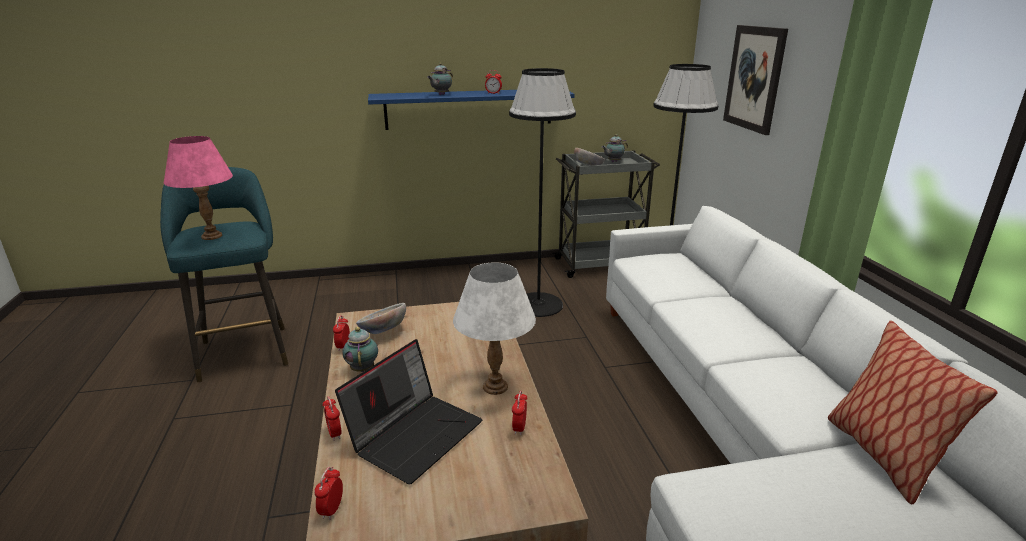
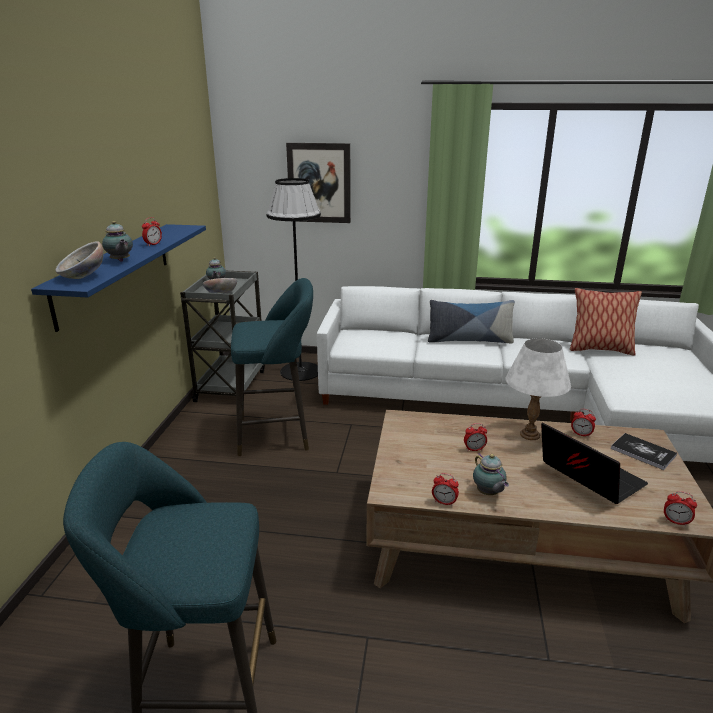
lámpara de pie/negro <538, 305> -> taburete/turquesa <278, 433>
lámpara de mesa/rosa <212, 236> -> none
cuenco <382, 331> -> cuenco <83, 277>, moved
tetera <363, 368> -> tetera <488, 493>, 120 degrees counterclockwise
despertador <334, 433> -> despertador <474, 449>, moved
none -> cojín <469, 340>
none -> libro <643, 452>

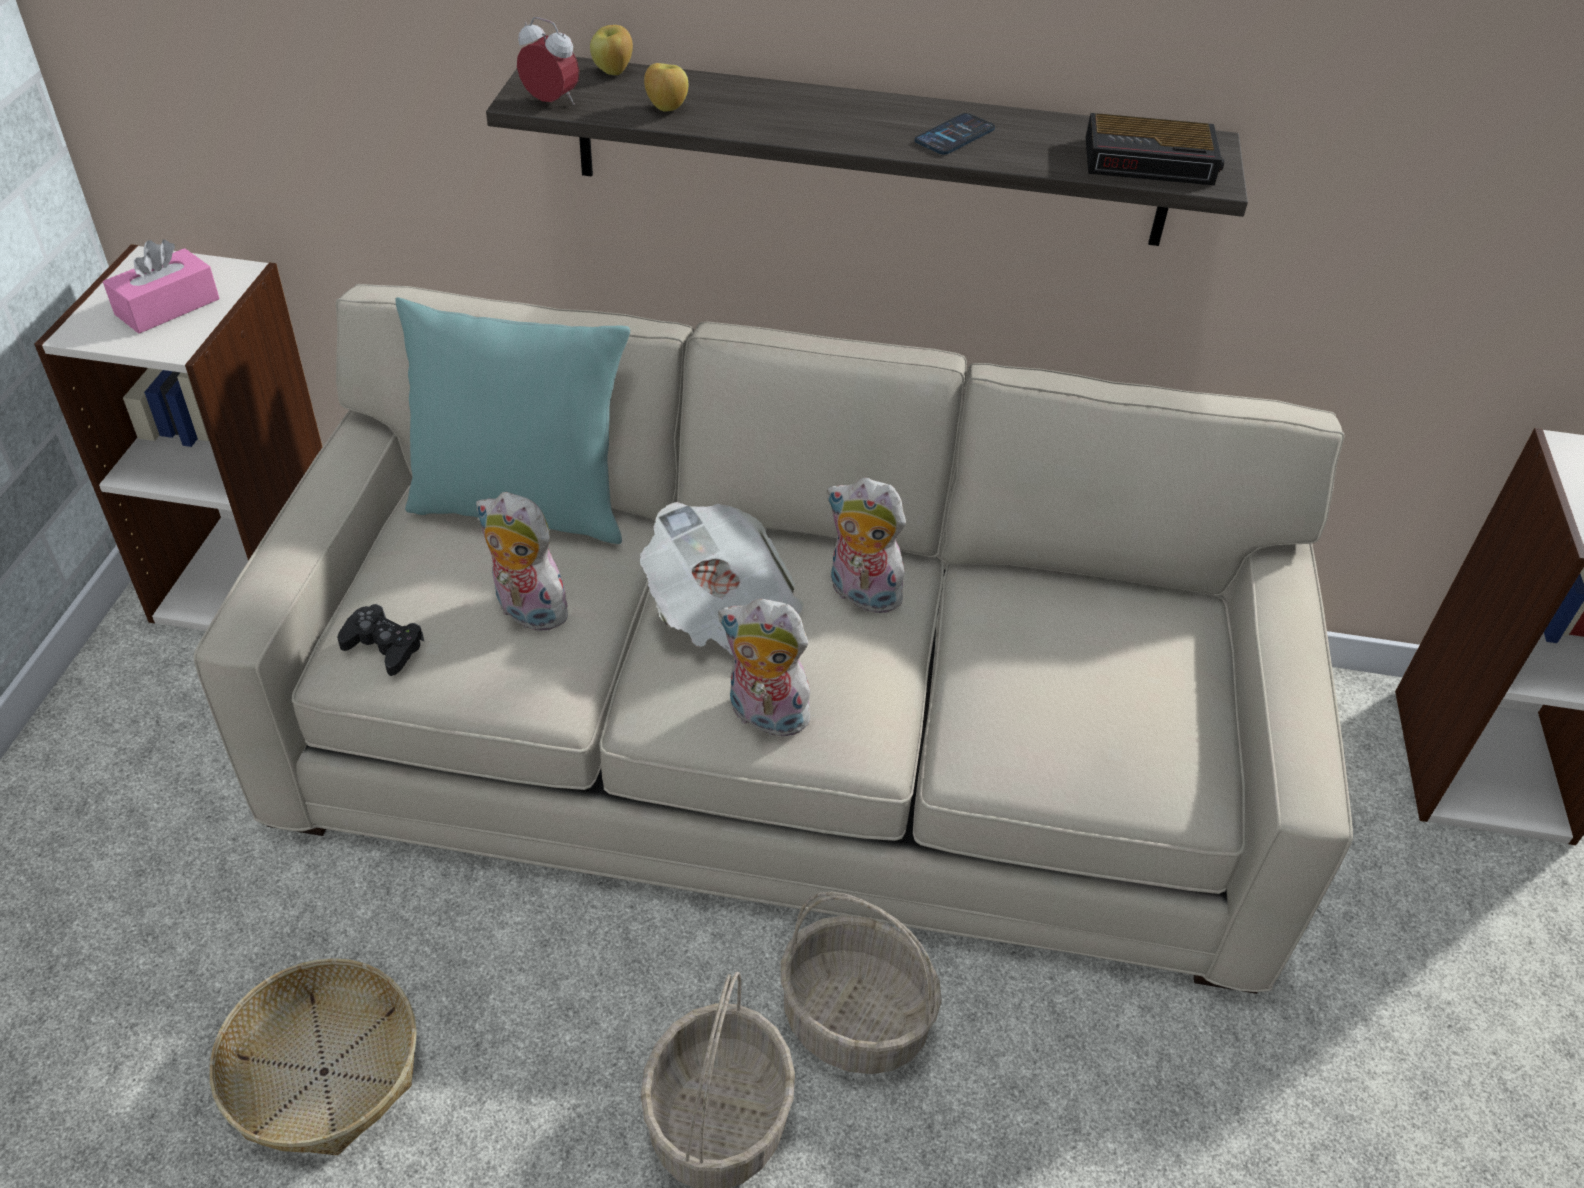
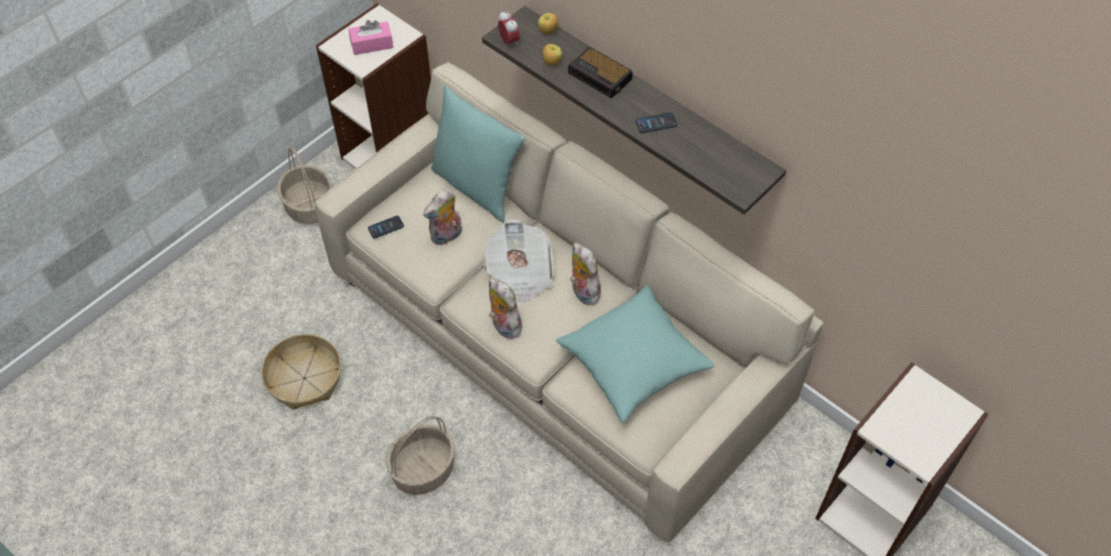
despertador <1152, 161> -> despertador <601, 77>, moved
peluche <526, 611> -> peluche <446, 236>, 105 degrees counterclockwise
mando de consola/negro <383, 646> -> móvil <386, 227>
cesta <852, 1020> -> cesta <309, 206>, moved
none -> cojín/turquesa <633, 363>

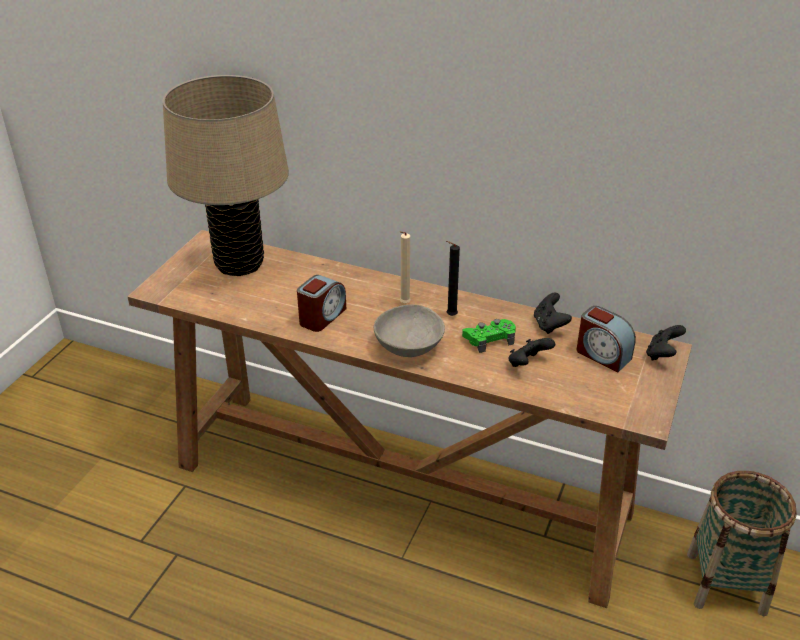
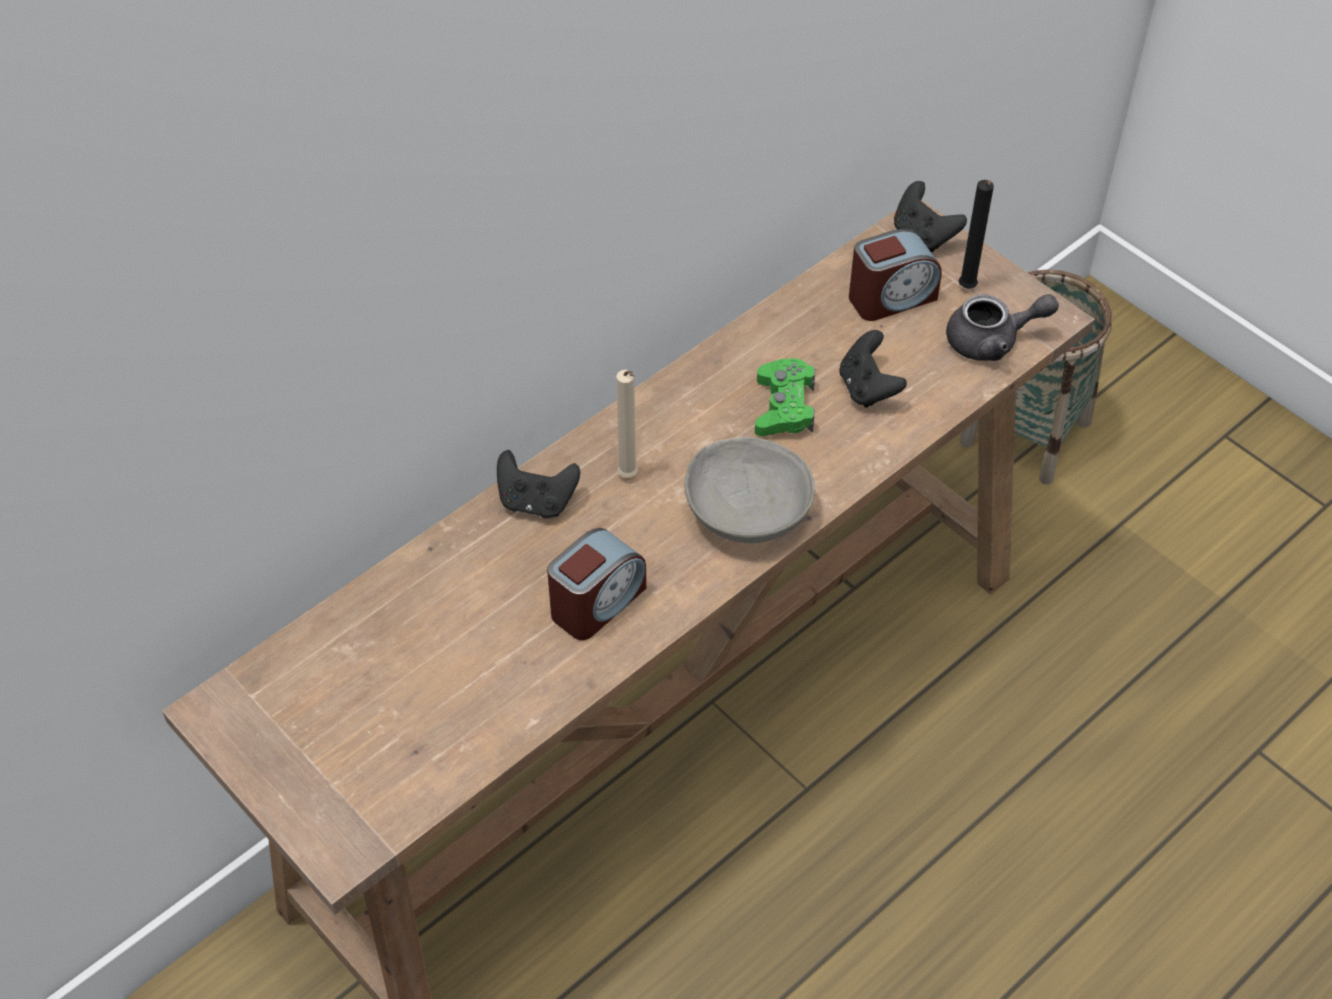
lámpara de mesa/beis <239, 264> -> none
vela/negro <450, 316> -> vela/negro <967, 290>, moved
despertador <322, 317> -> despertador <597, 602>, 75 degrees clockwise
mando de consola/negro <549, 325> -> mando de consola/negro <536, 501>, moved
none -> tetera/gris <992, 341>

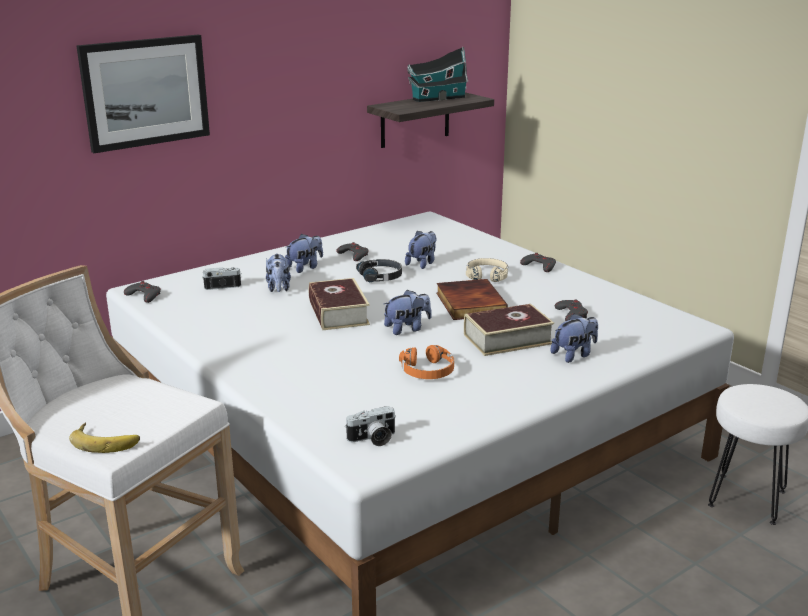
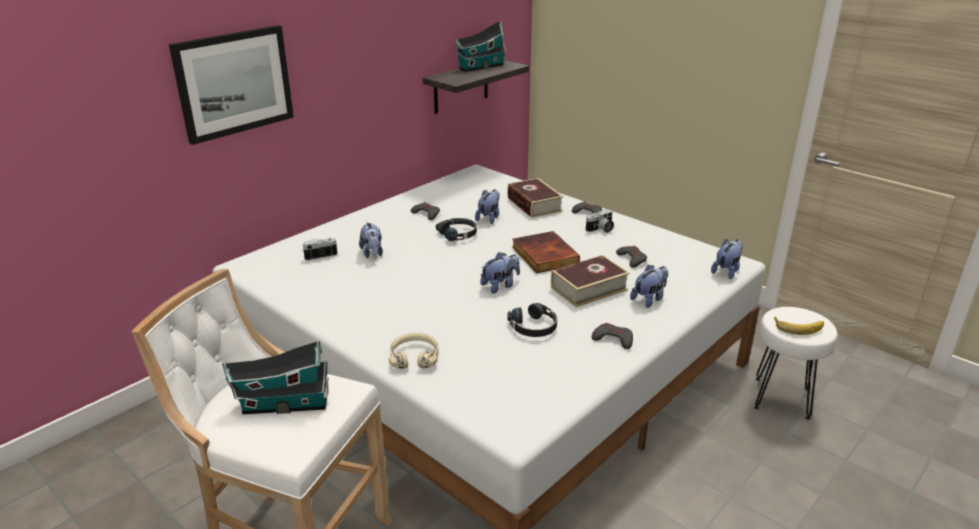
peluche <305, 267> -> peluche <726, 271>, moved
auriculares/beis <487, 275> -> auriculares/beis <414, 357>, moved
libro <338, 313> -> libro <534, 204>, moved
mando de consola/gris <144, 295> -> mando de consola/gris <613, 339>, moved
auriculares/naranja <428, 371> -> auriculares/negro <534, 327>
cámara <373, 439> -> cámara <600, 229>, moved
plátano <106, 440> -> plátano <798, 326>, moved
none -> casita <282, 405>

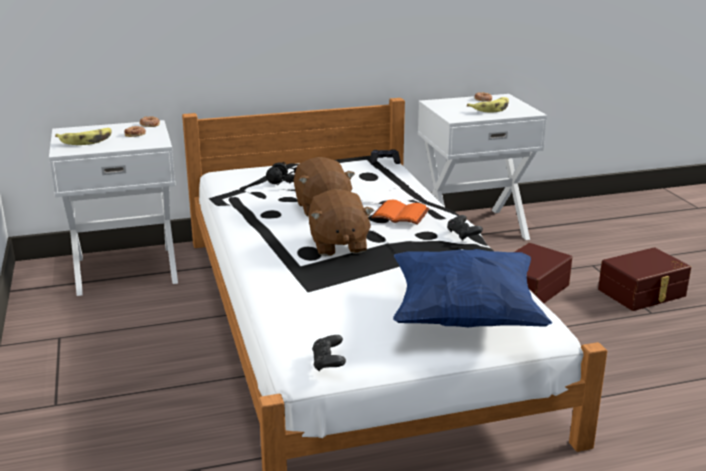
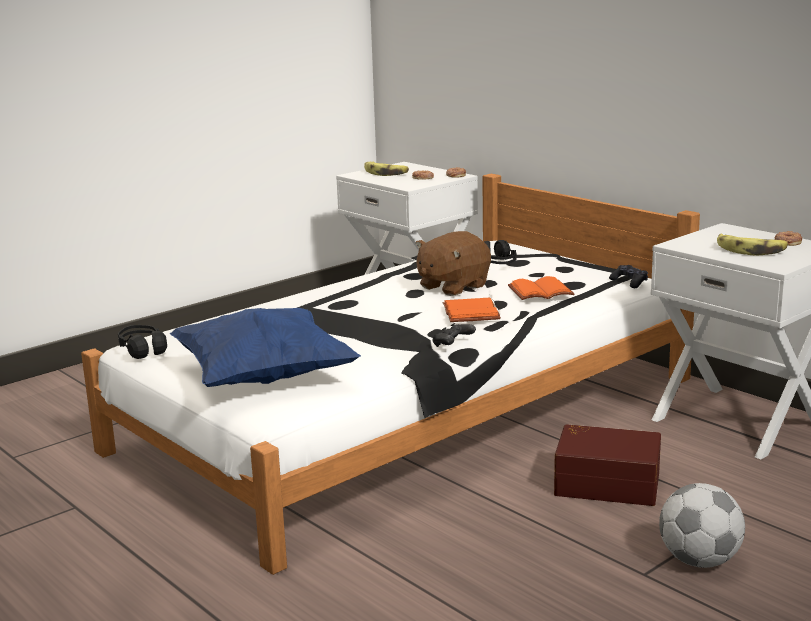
peluche/marrón <338, 245> -> none
caja de almacenaje/marrón <643, 293> -> balón de fútbol <700, 561>
mando de consola/negro <328, 362> -> auriculares/negro <142, 350>
none -> libro/naranja <540, 292>

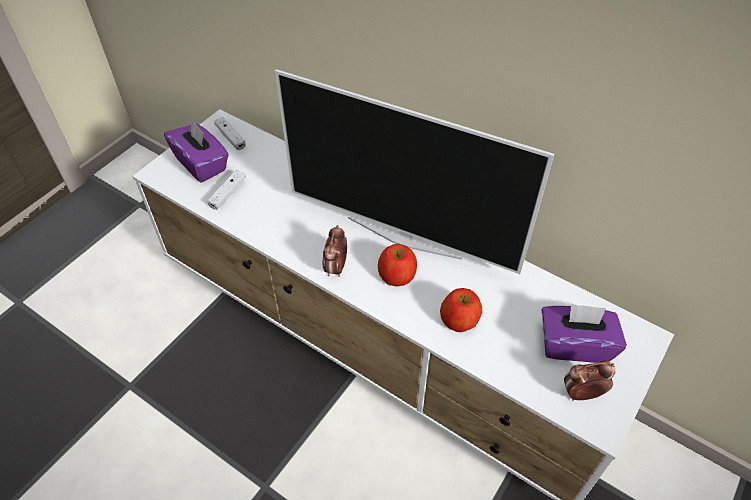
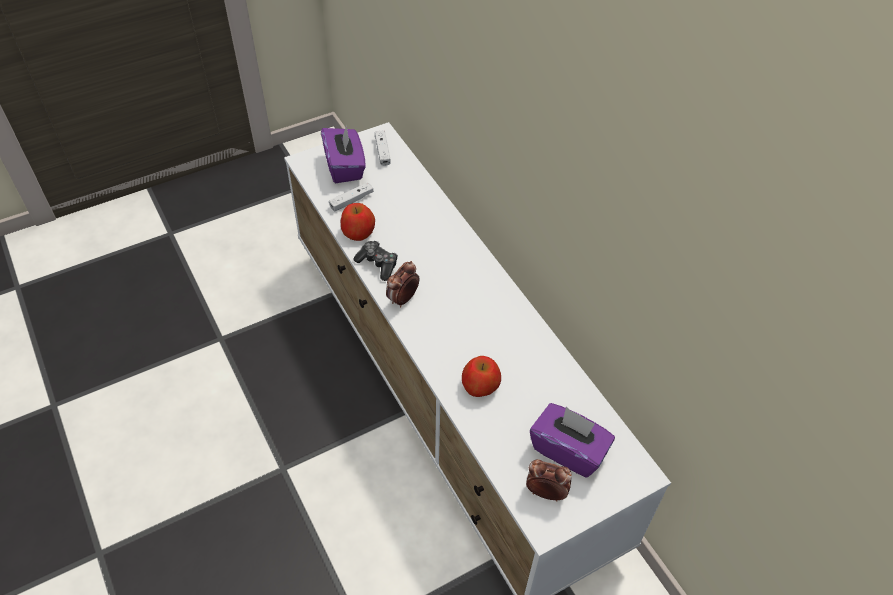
televisor <404, 236> -> none
manzana <397, 275> -> manzana <358, 231>, moved
none -> mando de consola <378, 264>

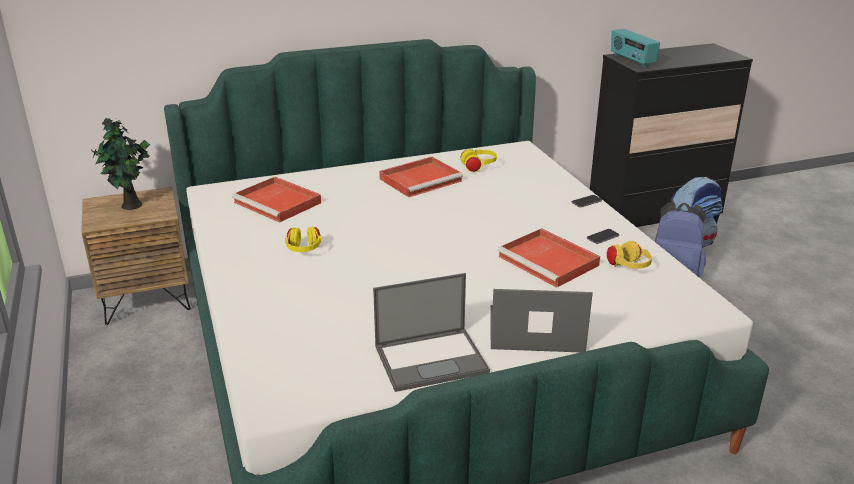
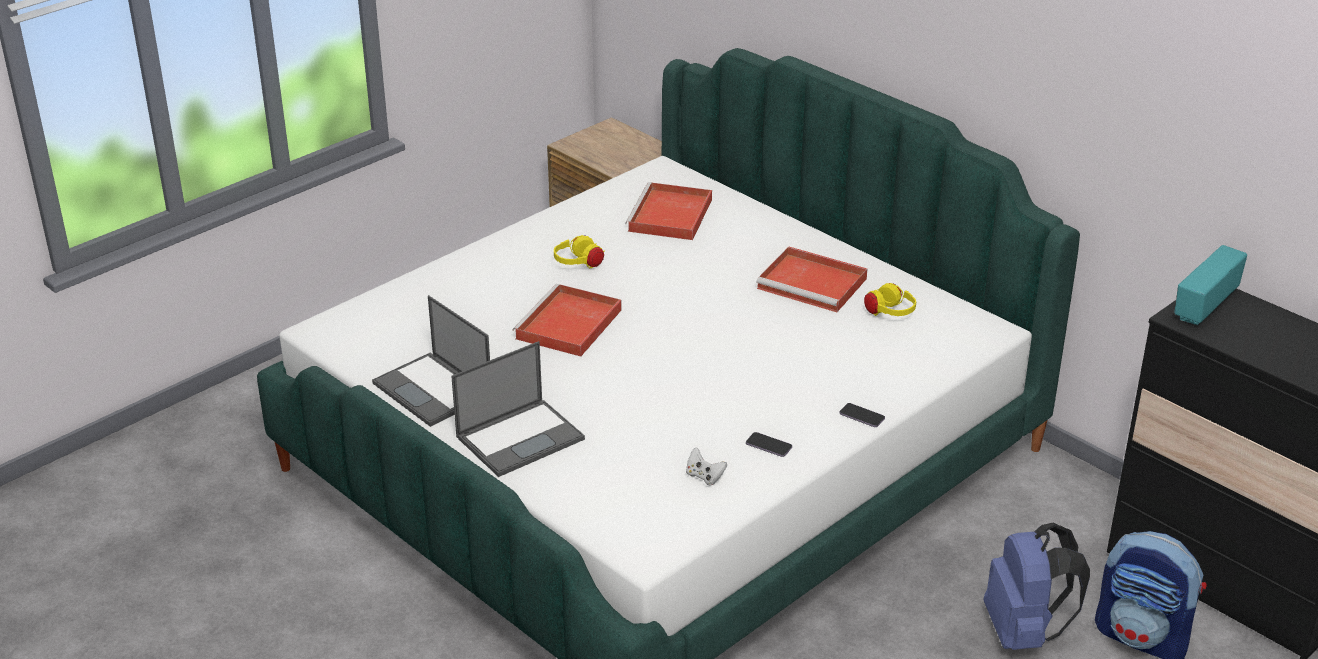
planta en maceta <131, 206> -> none
bandeja/rojo <550, 261> -> bandeja/rojo <568, 325>, moved
auriculares/amarillo <628, 267> -> mando de consola/blanco <704, 477>
portátil <534, 330> -> portátil <521, 437>, 75 degrees clockwise

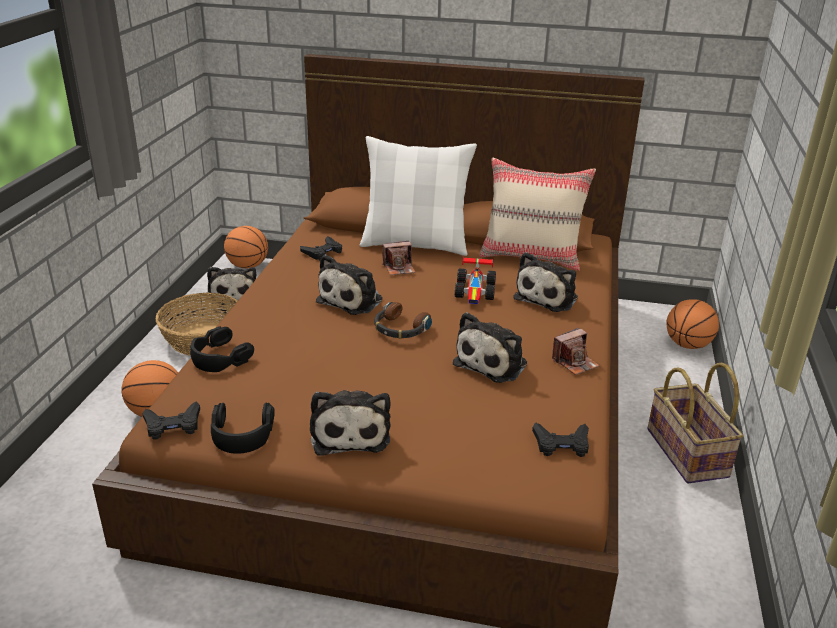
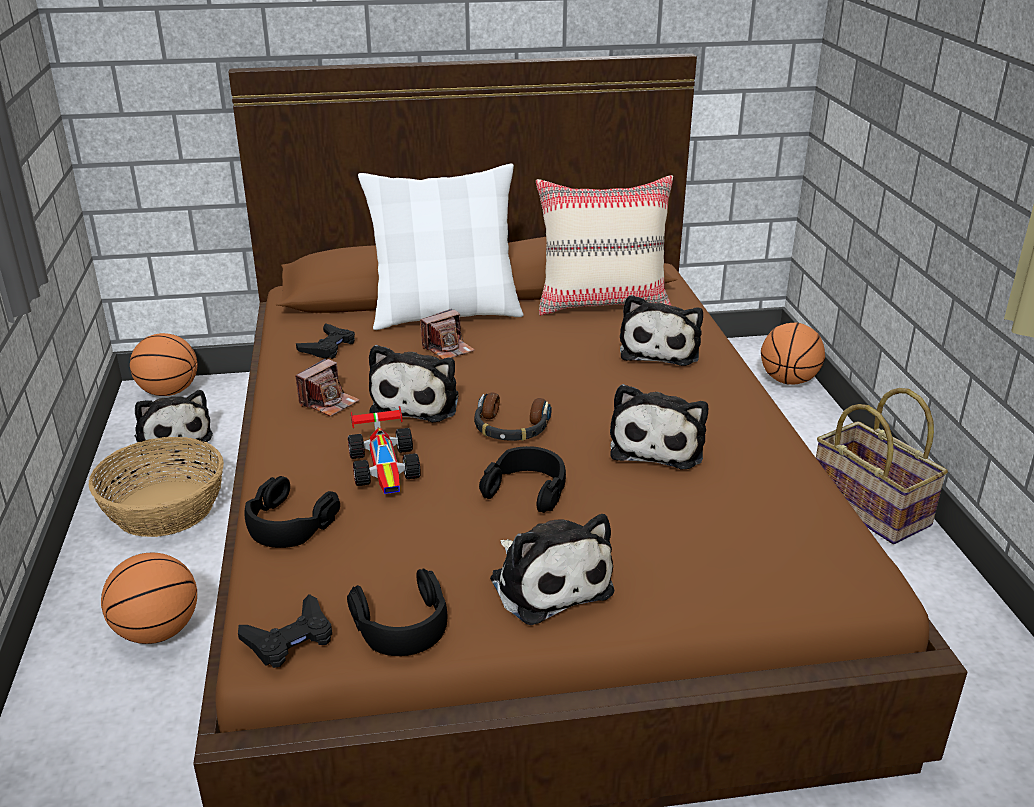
coche de juguete <476, 290> -> coche de juguete <386, 466>, moved
cámara <575, 362> -> cámara <329, 402>, moved
mando de consola/negro <561, 444> -> none
none -> auriculares/negro <527, 489>

